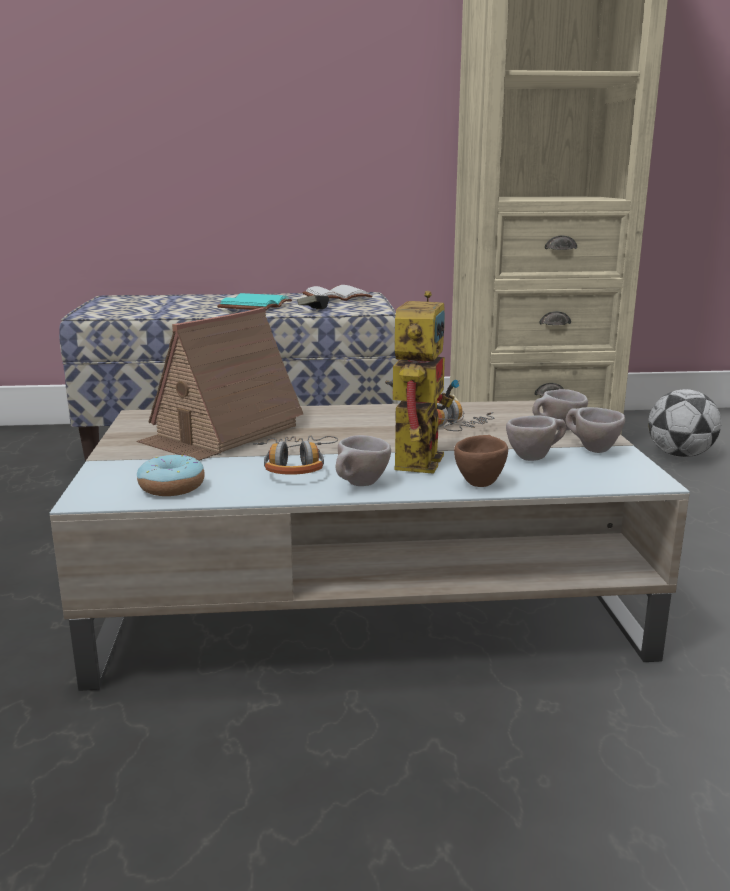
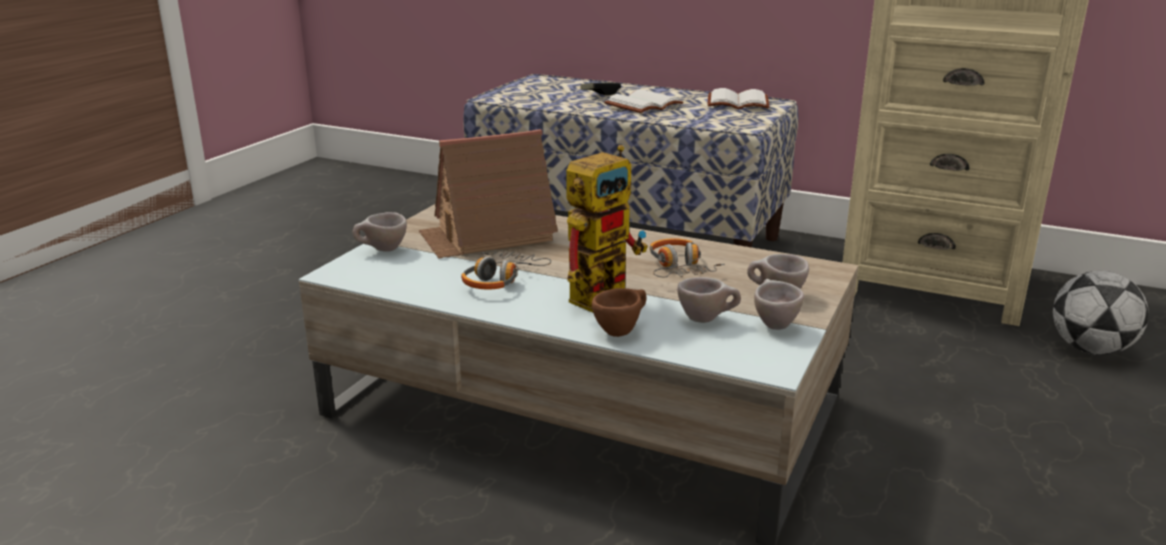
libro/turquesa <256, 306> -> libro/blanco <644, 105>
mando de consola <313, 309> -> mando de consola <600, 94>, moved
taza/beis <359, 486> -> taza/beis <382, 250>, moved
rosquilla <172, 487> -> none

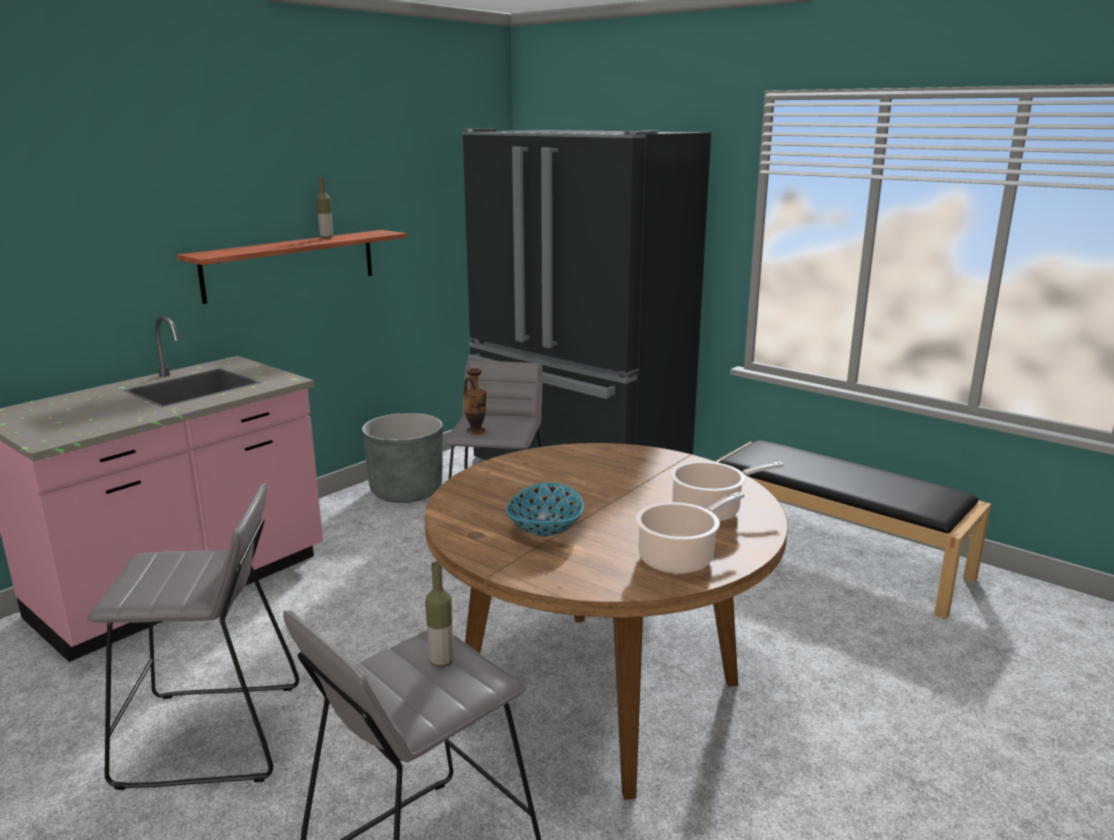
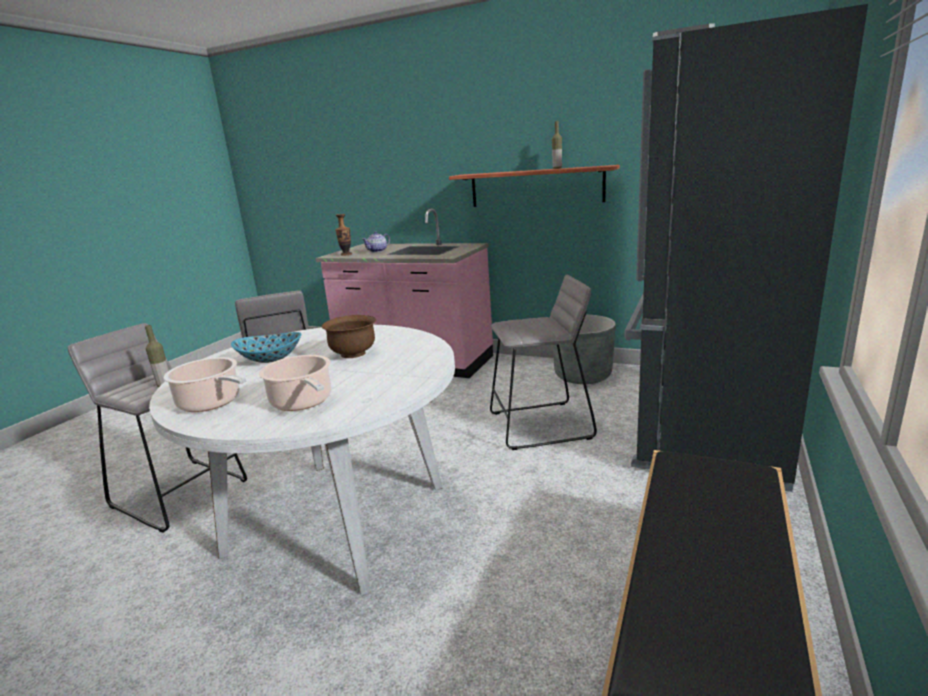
florero <476, 431> -> florero <346, 254>, moved
mesa de comedor/marrón <600, 694> -> mesa de comedor/blanco <338, 518>
none -> tetera <378, 251>
none -> cuenco/marrón <353, 354>

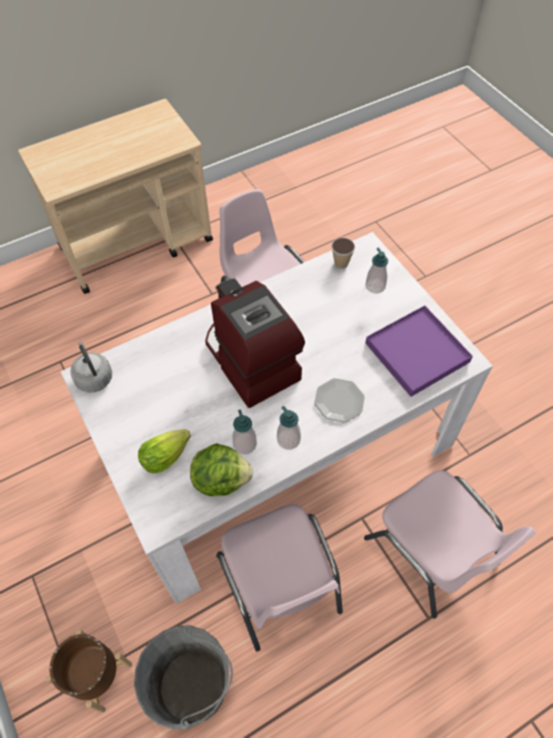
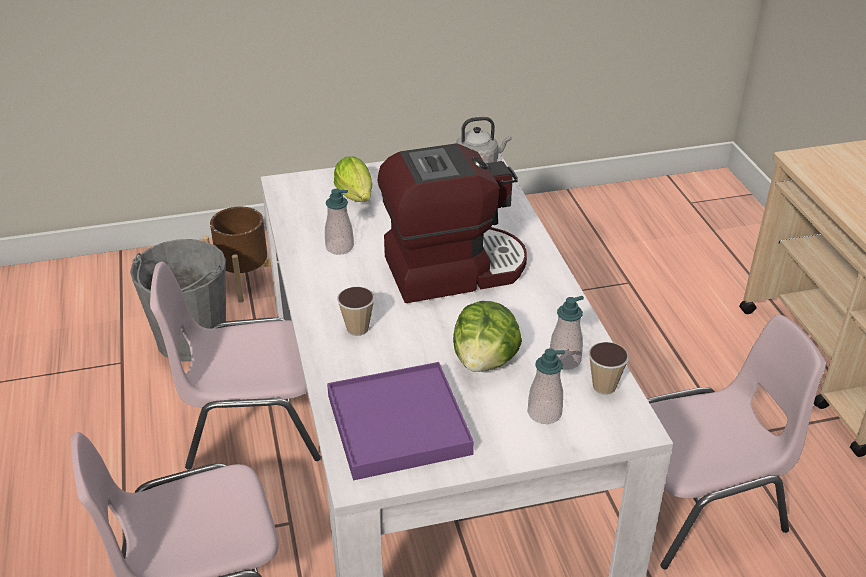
plato <338, 401> -> taza <357, 329>
dispensador de jabón <288, 439> -> dispensador de jabón <564, 360>, moved
lechuga <221, 479> -> lechuga <485, 361>, moved

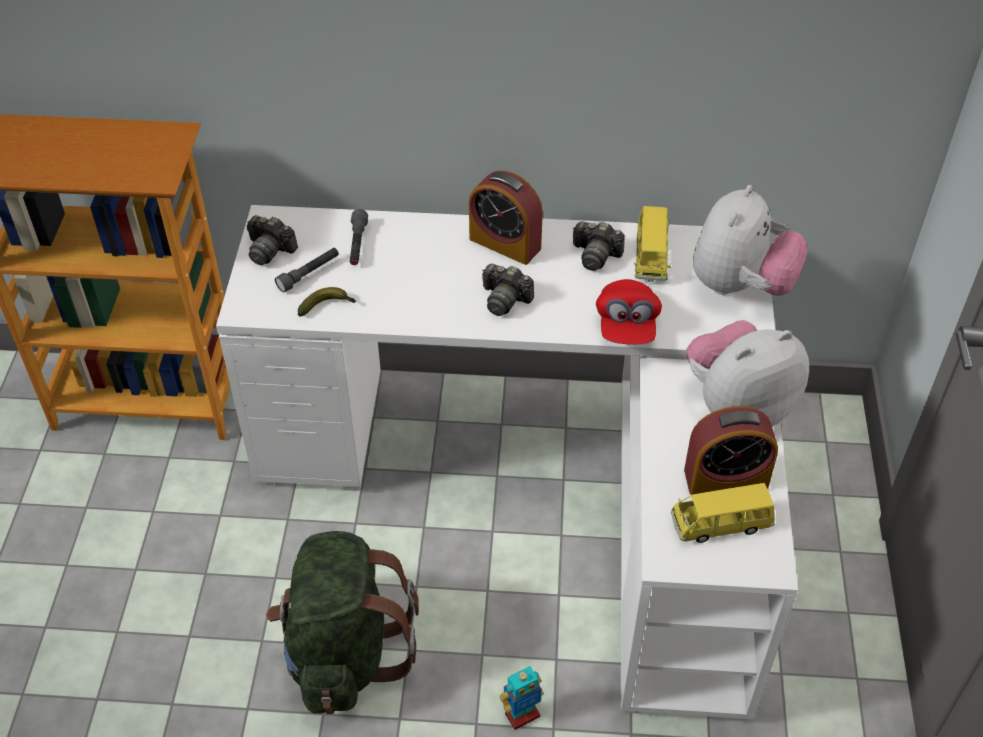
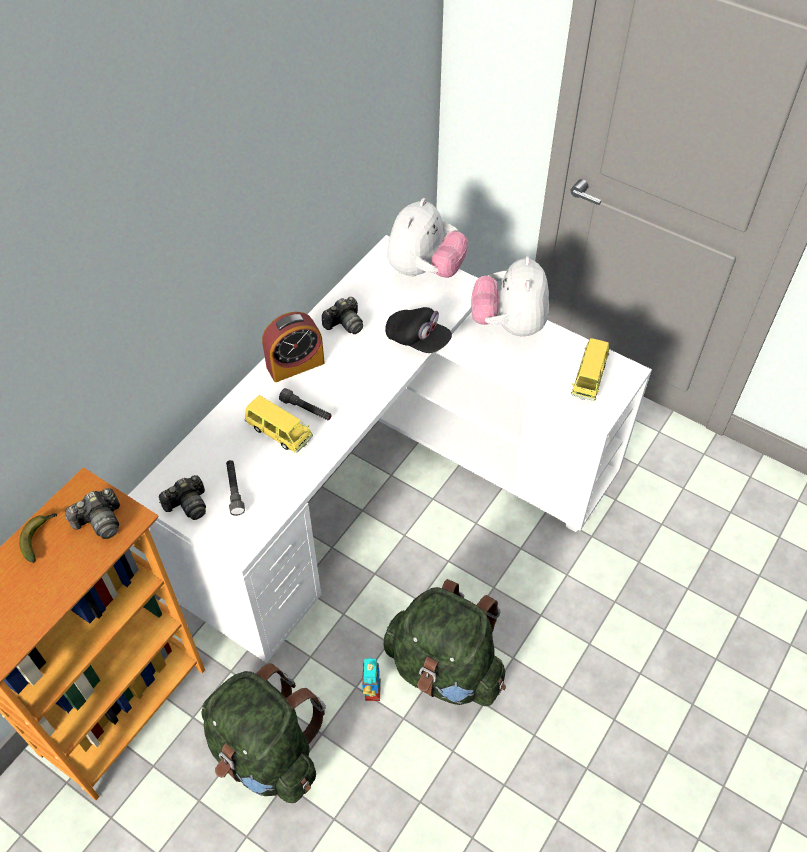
peluche <740, 286> -> peluche <425, 270>, 60 degrees clockwise
coche de juguete/amarillo <651, 257> -> coche de juguete/amarillo <279, 432>, moved
linterna/gris <357, 244> -> linterna/gris <306, 410>, moved
cámara <505, 299> -> cámara <100, 521>, moved
gorra/rojo <626, 326> -> gorra/negro <418, 340>
plátano <327, 306> -> plátano <39, 537>, moved
despertador <726, 478> -> none
robot de juguete <522, 714> -> robot de juguete <372, 690>, moved
none -> mochila/verde <266, 752>

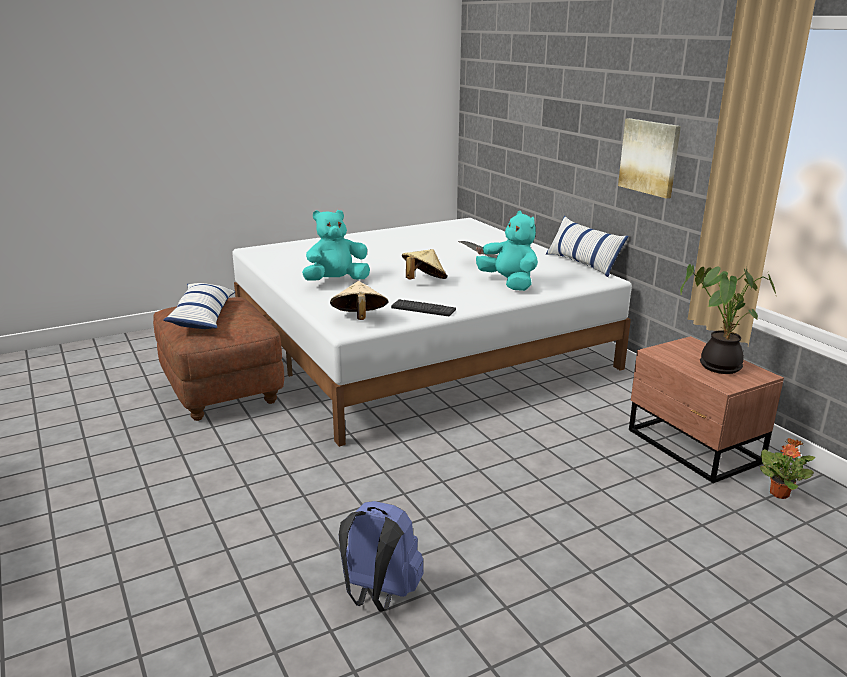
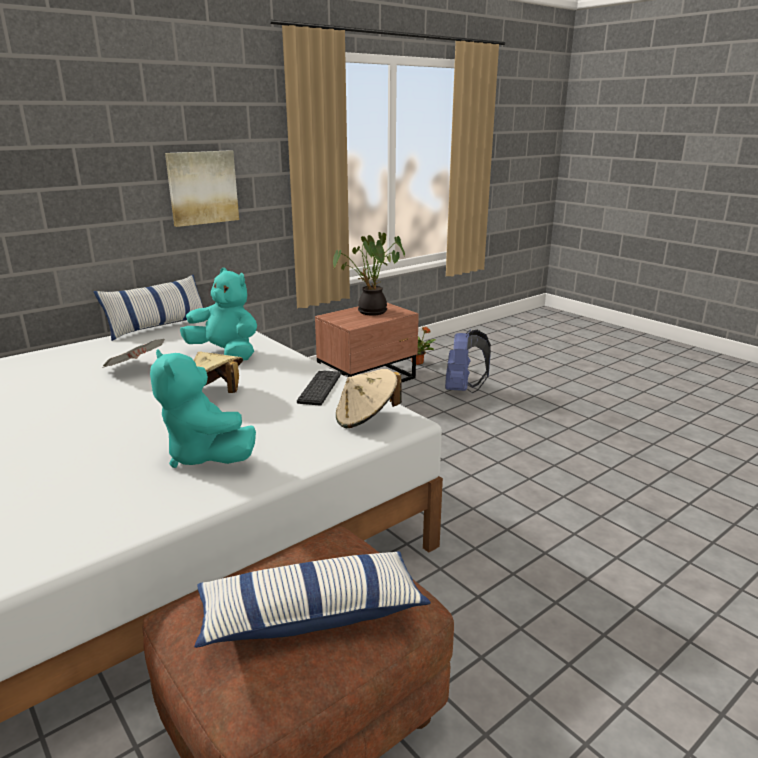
peluche/turquesa <509, 283> -> peluche/turquesa <226, 354>, 75 degrees clockwise
mochila/azul <379, 595> -> mochila/azul <463, 389>, moved

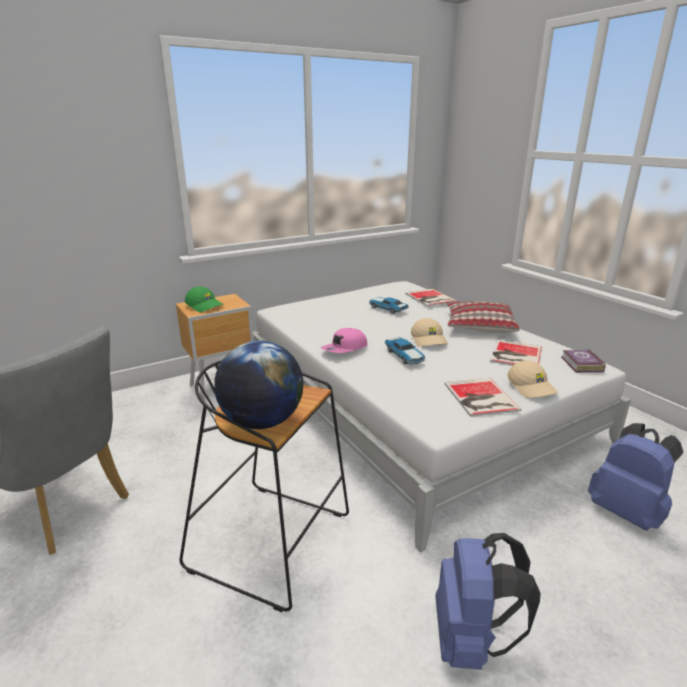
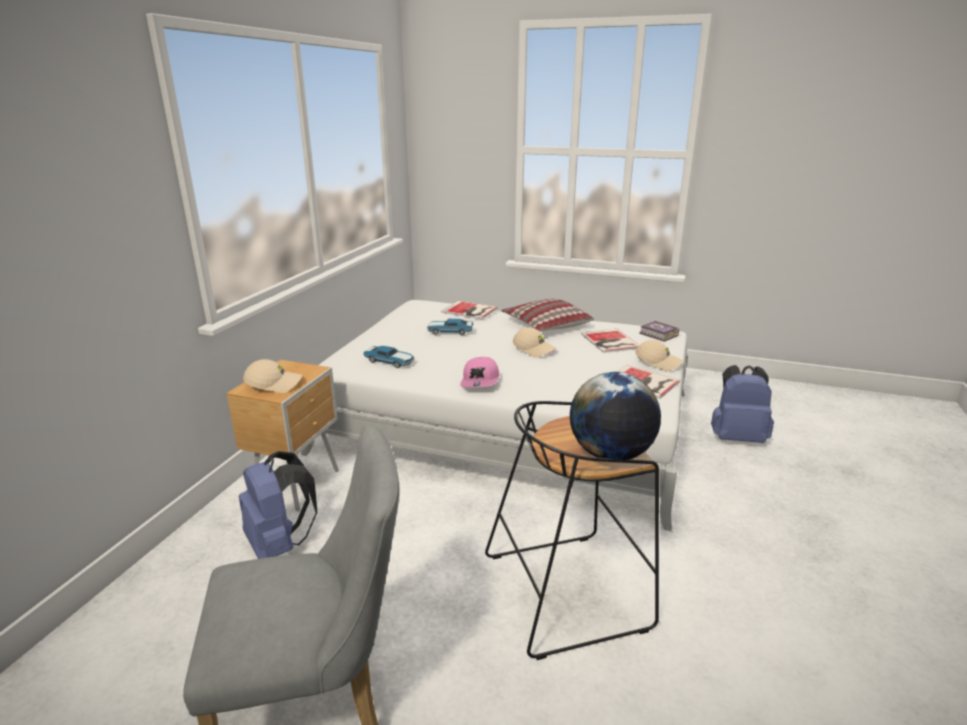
gorra/verde <205, 306> -> gorra/beis <274, 383>
coche de juguete <404, 356> -> coche de juguete <390, 362>, moved
mochila/azul <471, 639> -> mochila/azul <280, 544>, moved

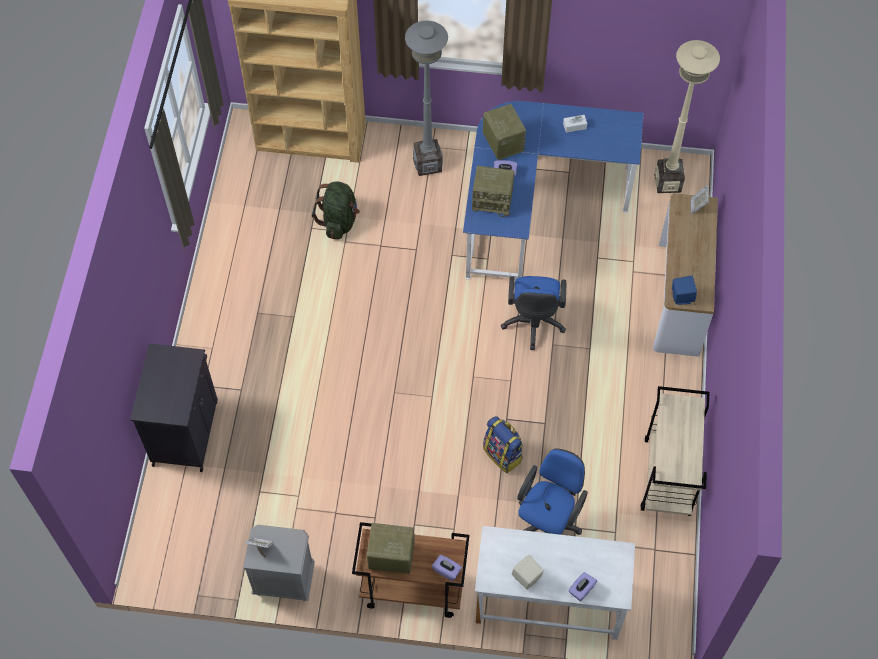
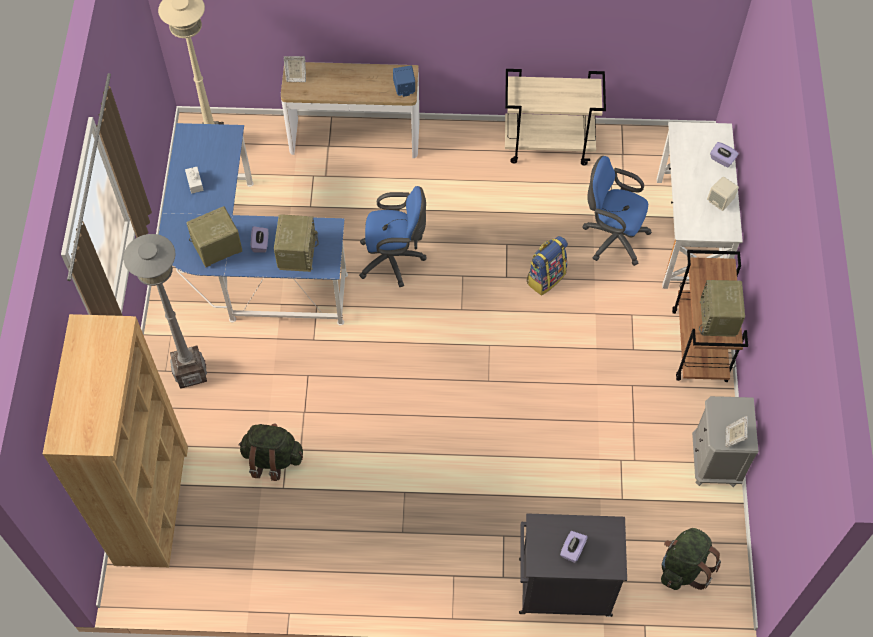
caja de pañuelos/morado <447, 570> -> caja de pañuelos/morado <572, 550>, moved
none -> mochila/verde <683, 567>

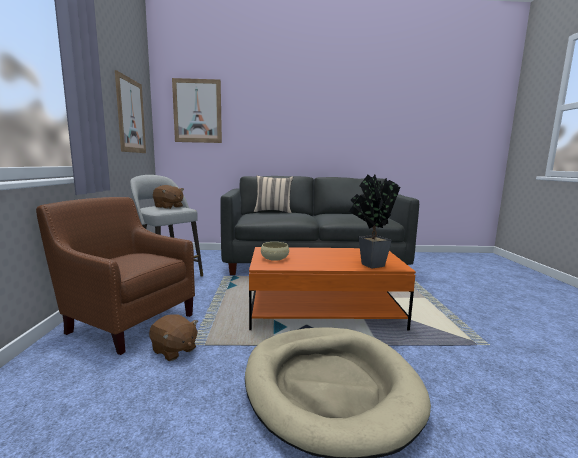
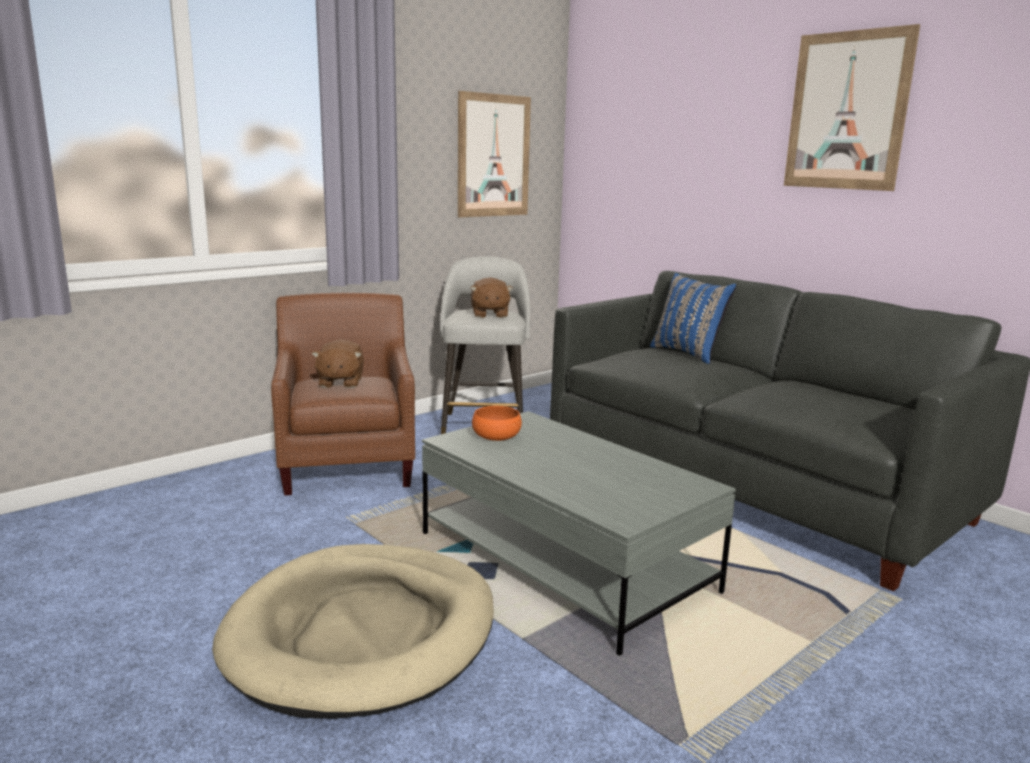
cuadro <197, 111> -> cuadro <847, 111>, moved
planta en maceta <368, 265> -> none
cojín/beis <273, 211> -> cojín/azul <689, 353>
cuenco/beis <274, 258> -> cuenco/naranja <496, 436>
mesa de centro/naranja <324, 311> -> mesa de centro/gris <564, 562>
peluche/marrón <174, 350> -> peluche/marrón <340, 383>, moved

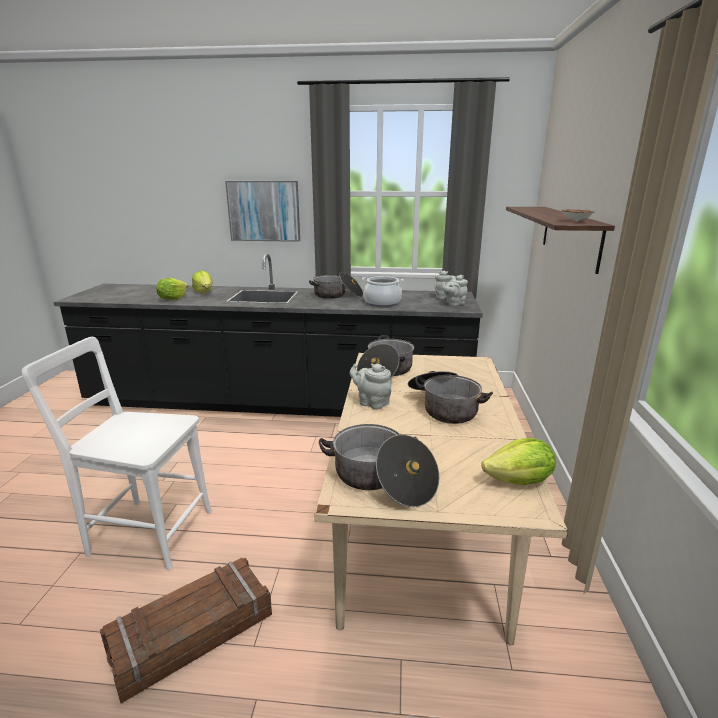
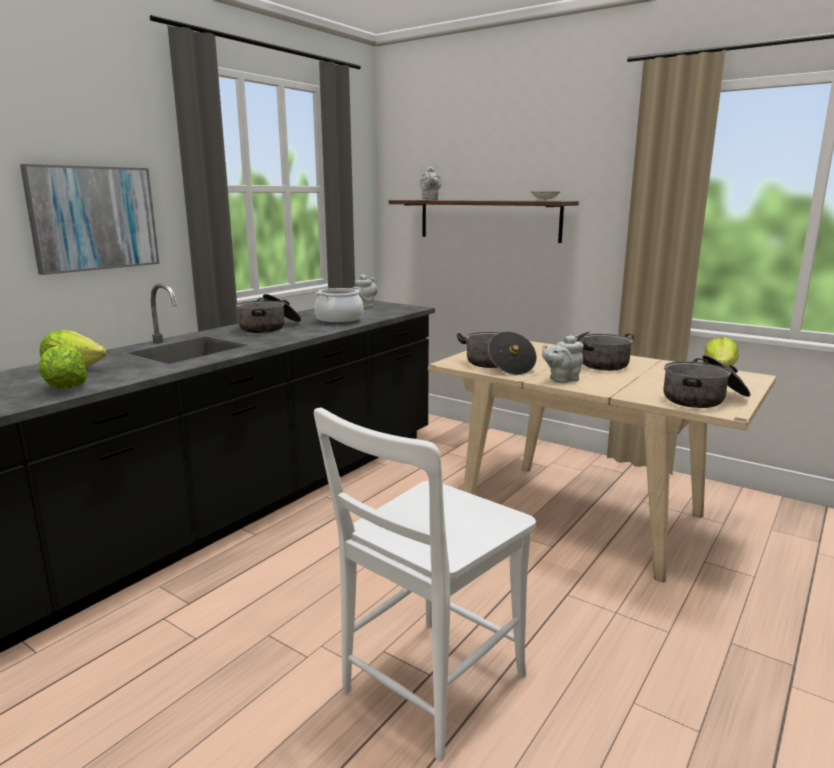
tetera/gris <454, 304> -> tetera/gris <430, 200>, moved
caja de embalaje <192, 633> -> none

